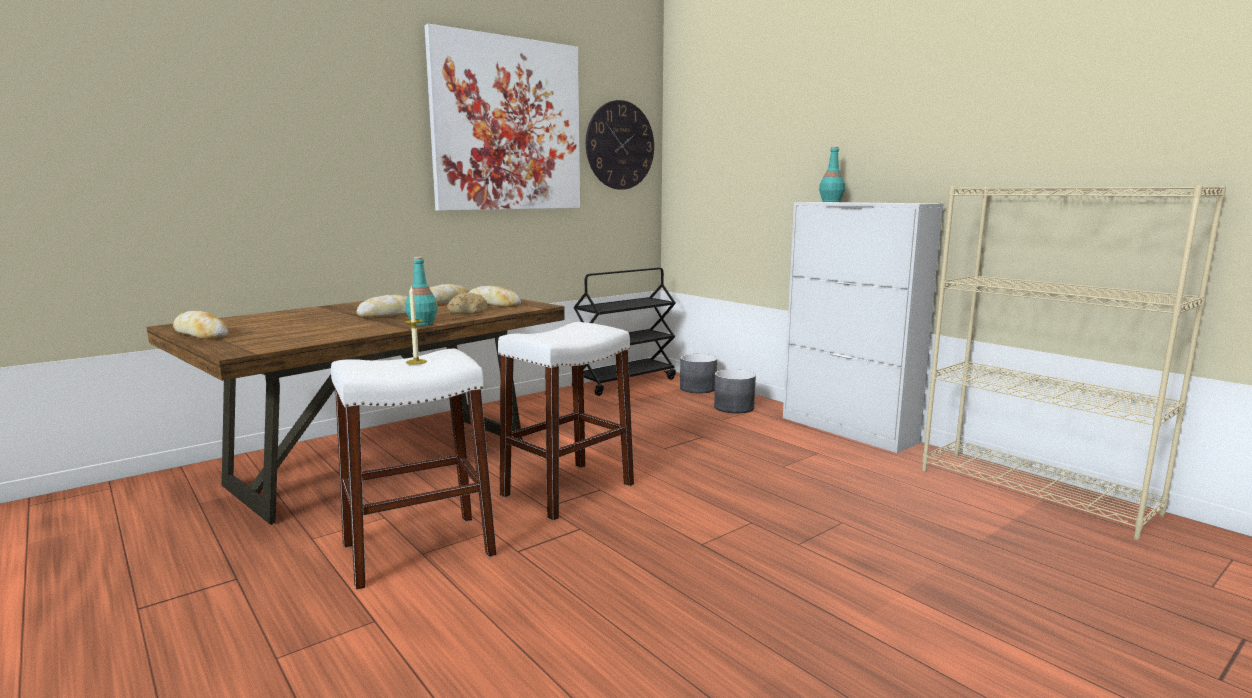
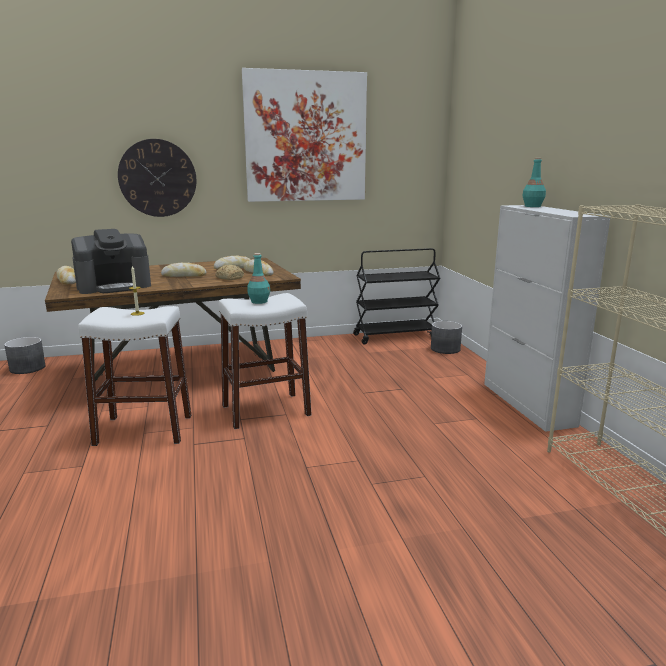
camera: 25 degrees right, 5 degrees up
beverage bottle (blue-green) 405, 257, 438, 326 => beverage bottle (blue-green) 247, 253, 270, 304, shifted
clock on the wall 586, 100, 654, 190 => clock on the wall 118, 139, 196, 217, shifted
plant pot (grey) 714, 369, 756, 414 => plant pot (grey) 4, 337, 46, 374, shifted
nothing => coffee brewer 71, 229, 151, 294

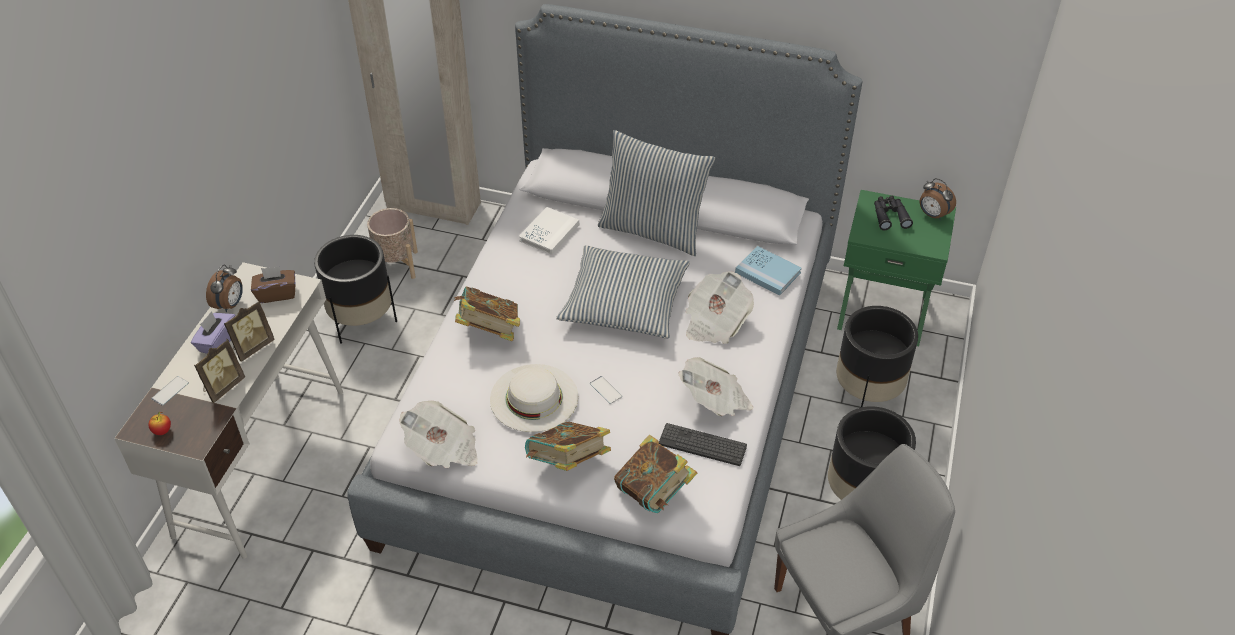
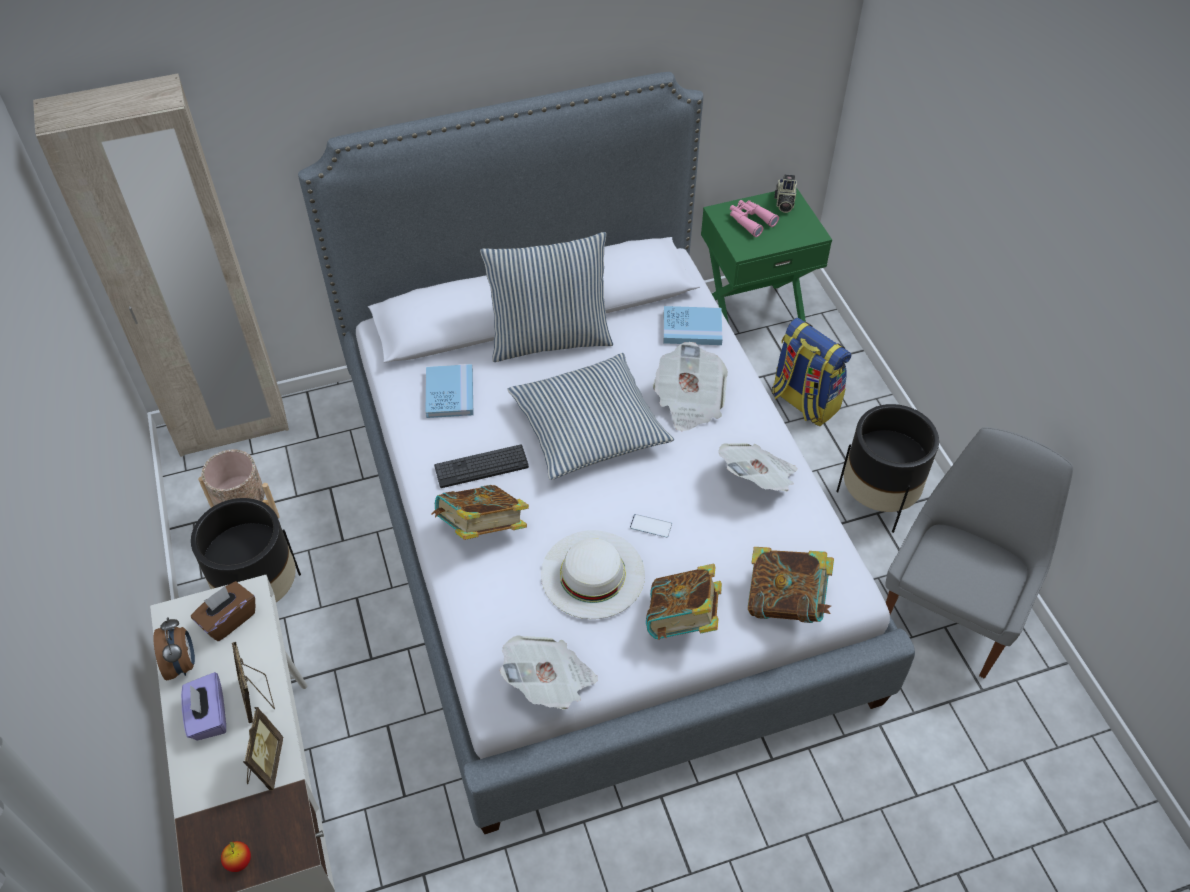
camera: 35 degrees left, 5 degrees up
telephone 151, 376, 189, 406 => nothing
photo frame 224, 301, 275, 362 => photo frame 232, 642, 275, 723, 150 degrees clockwise
volume (white) 519, 207, 579, 255 => volume (blue) 425, 364, 473, 418
PC keyboard 659, 423, 747, 466 => PC keyboard 434, 445, 529, 488, shifted
plant pot (blackish) 836, 306, 918, 407 => rucksack 772, 318, 851, 426
binoculars (blackish) 874, 196, 913, 230 => binoculars (pink-coloured) 730, 200, 779, 237
bedside clock 920, 178, 956, 220 => still camera 774, 174, 797, 213

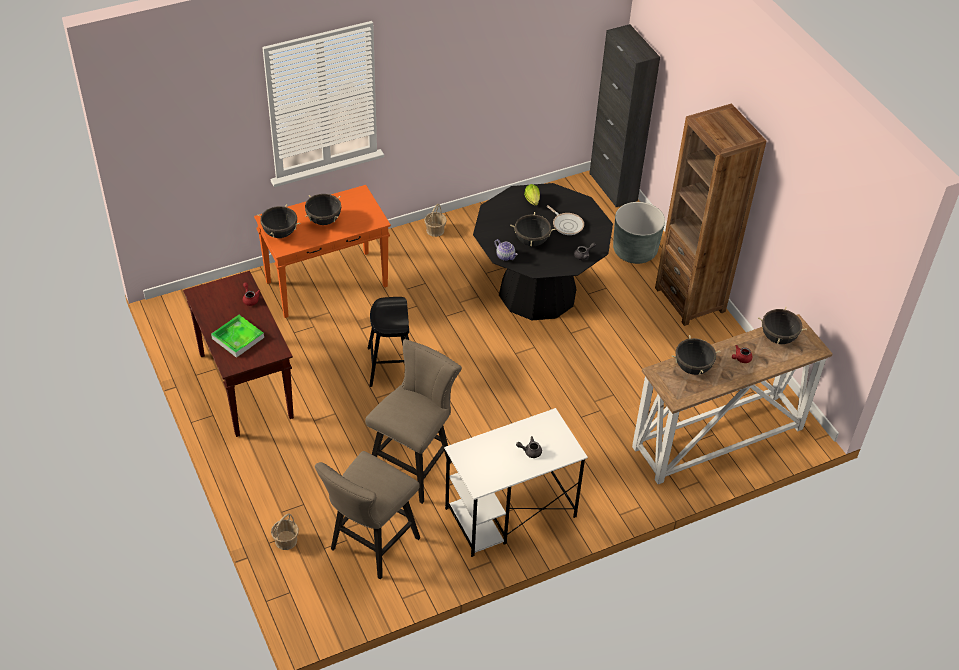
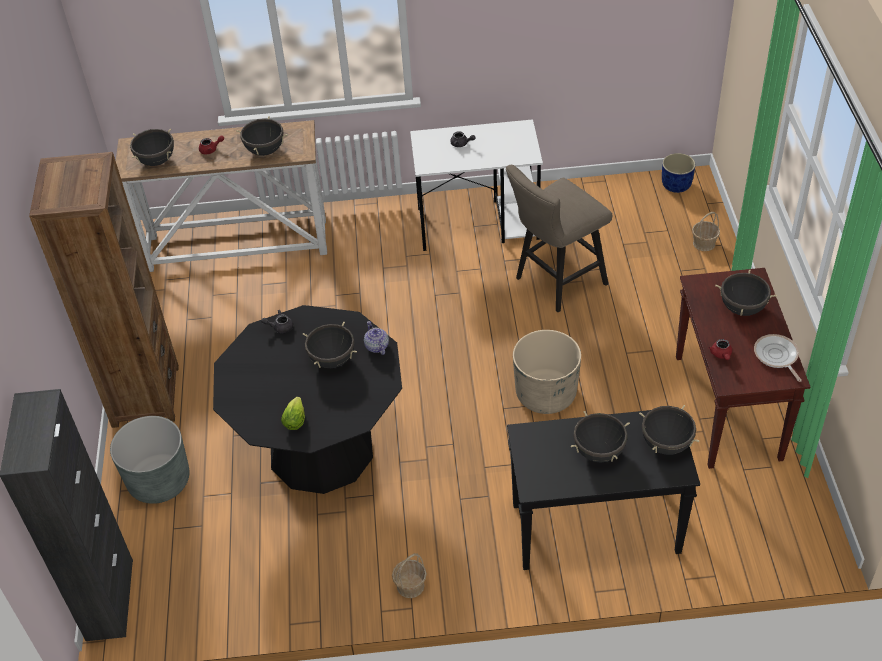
camera: 155 degrees left, 0 degrees up
carrying tray 211, 315, 264, 358 => cooking pot (blackish) 715, 269, 777, 316
hall table (orange) 254, 185, 391, 318 => hall table (blackish) 507, 407, 700, 570
stool seat (beige) 315, 451, 420, 579 => nothing
stool seat (blackish) 368, 297, 409, 387 => plant pot (beige) 513, 330, 581, 414
skillet 546, 205, 584, 235 => skillet 754, 334, 802, 382, shifted
nothing => plant pot (blue) 662, 153, 696, 193

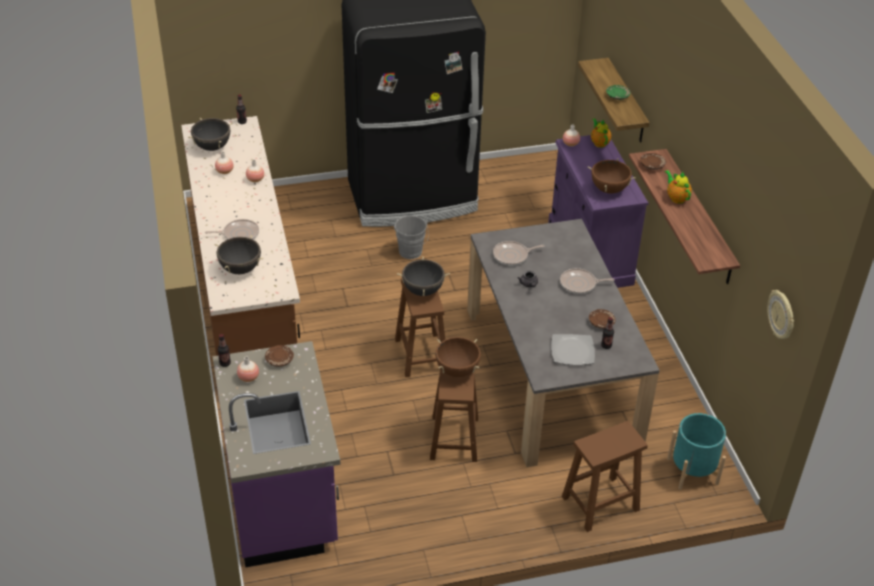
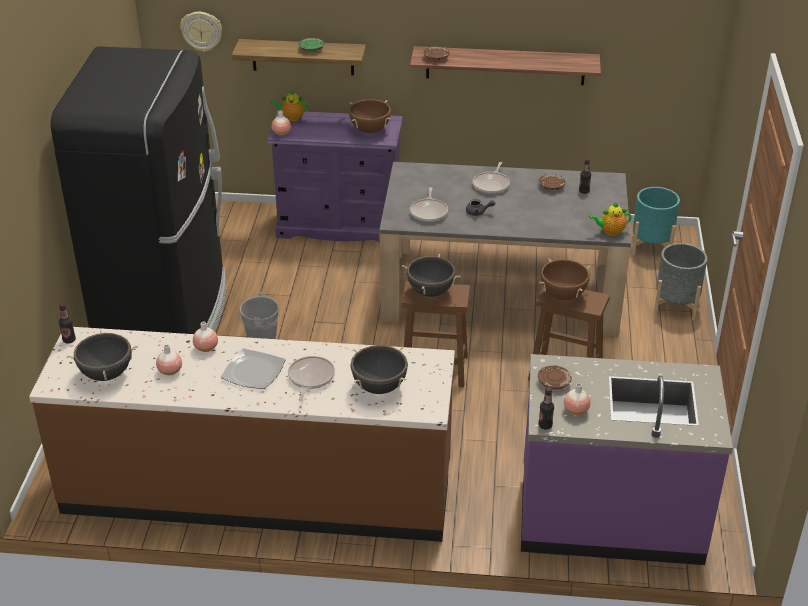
camera: 70 degrees left, 5 degrees down
flat dish 551, 334, 595, 365 => flat dish 221, 348, 285, 389, shifted
stool seat (brown-coloured) 562, 421, 648, 532 => plant pot (grey) 654, 243, 707, 321
tea pot 665, 170, 692, 204 => tea pot 589, 202, 631, 236, shifted
clock on the wall 767, 290, 794, 339 => clock on the wall 180, 12, 222, 52, shifted

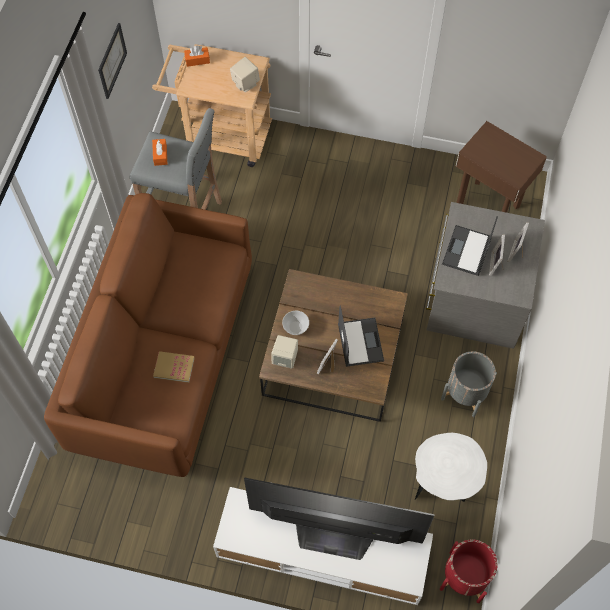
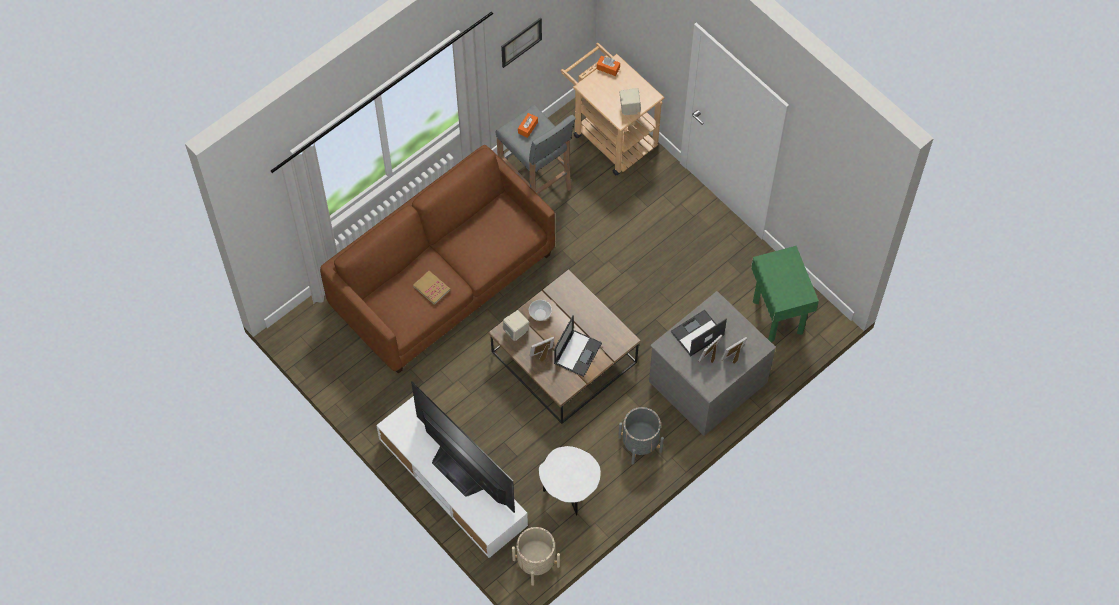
camera: 35 degrees right, 0 degrees up
plant pot (red) 440, 539, 498, 603 => plant pot (beige) 512, 527, 560, 586
accent table (brown-coloured) 456, 121, 547, 213 => accent table (green) 751, 246, 819, 343

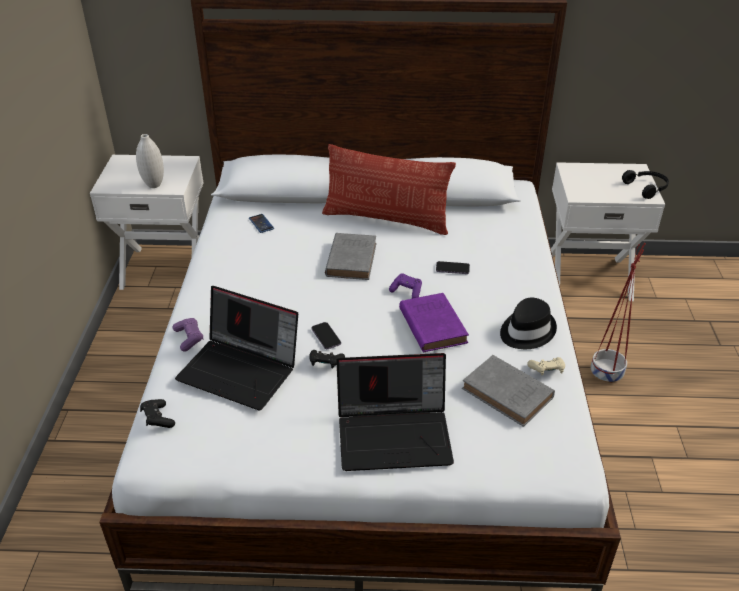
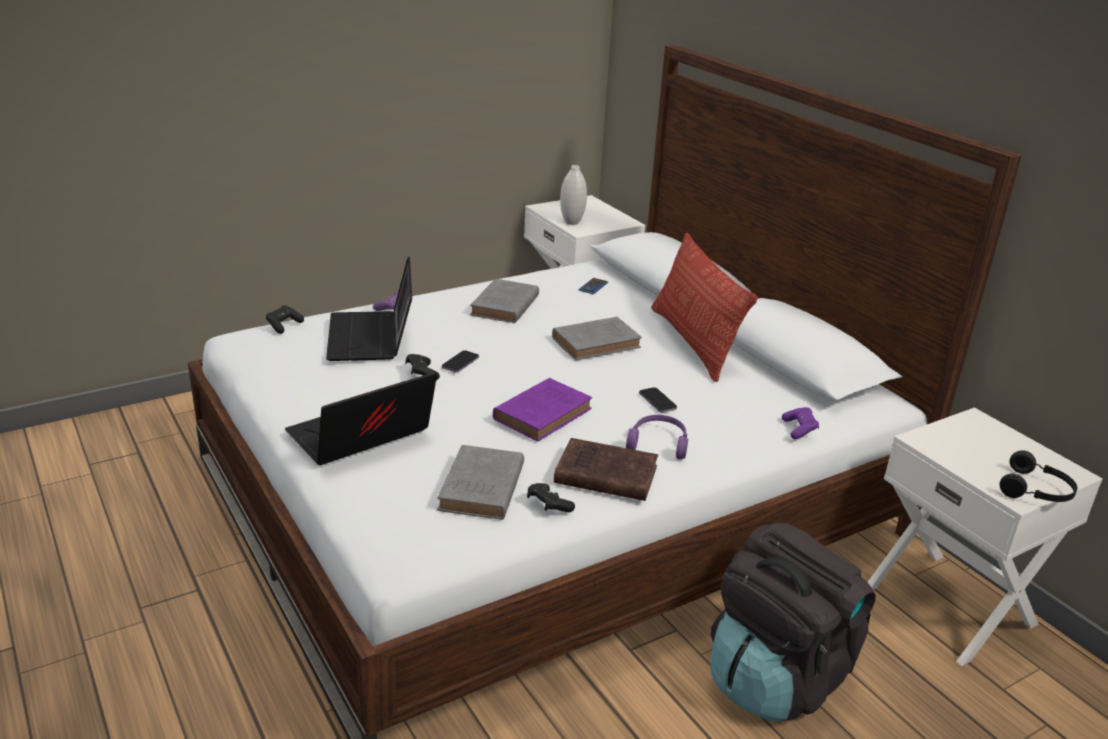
camera: 55 degrees right, 10 degrees down
notebook computer 336, 353, 454, 471 => notebook computer 285, 372, 437, 465, 90 degrees clockwise
gamepad (purple-coloured) 389, 273, 422, 299 => gamepad (purple-coloured) 782, 407, 819, 439, shifted
clothing hat (blackish) 500, 297, 557, 349 => volume (brown-coloured) 554, 438, 658, 501
gamepad (beige) 528, 357, 565, 375 => gamepad (blackish) 527, 483, 575, 512
plant pot (red) 591, 243, 646, 383 => rucksack (blackish) 710, 523, 876, 722
nothing => volume (grey) 470, 279, 539, 323
nothing => headset (purple-coloured) 626, 415, 688, 460

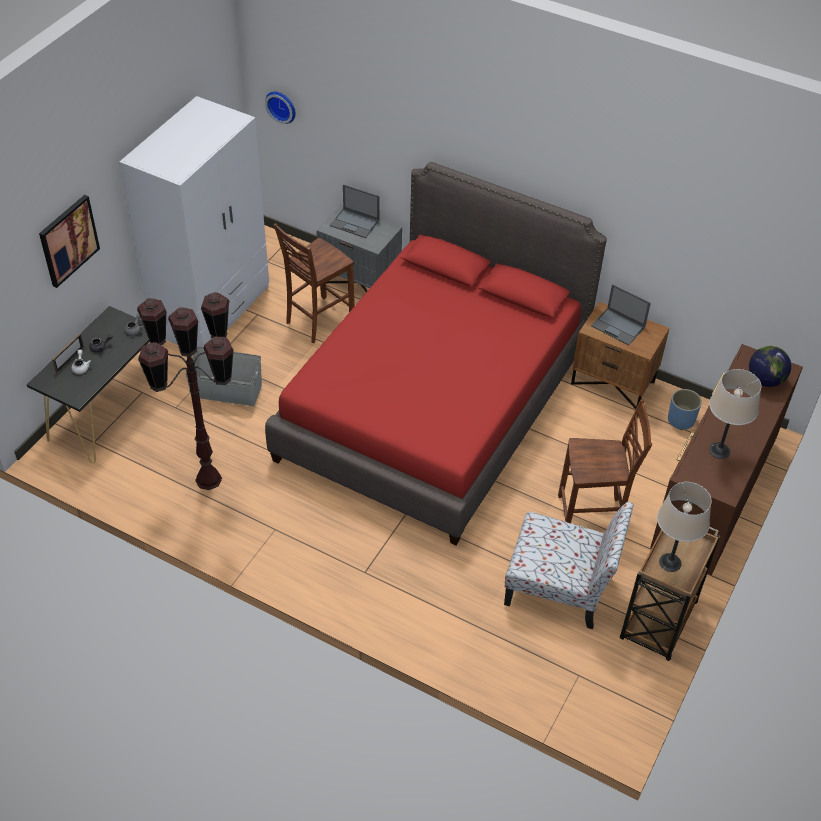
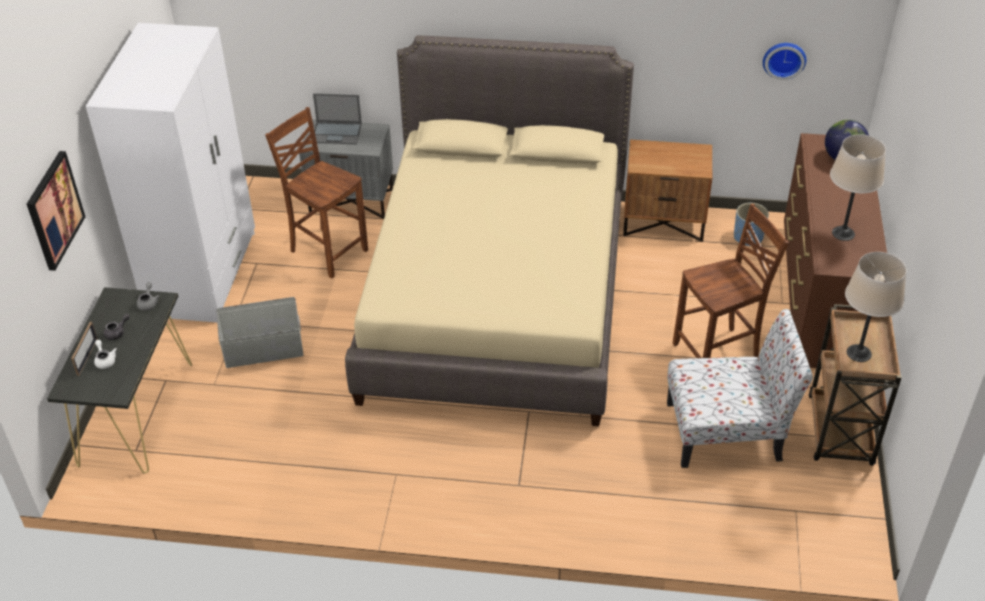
camera: 20 degrees left, 5 degrees down
standard lamp (brown-coloured) 137, 292, 234, 490 => nothing
clock on the wall 265, 92, 296, 124 => clock on the wall 763, 43, 806, 80, shifted
sleeping bed (red) 265, 162, 607, 545 => sleeping bed (beige) 345, 35, 634, 426
chair (brown-coloured) 274, 223, 355, 343 => chair (brown-coloured) 265, 107, 368, 279, 105 degrees clockwise
notebook computer 591, 284, 651, 345 => nothing

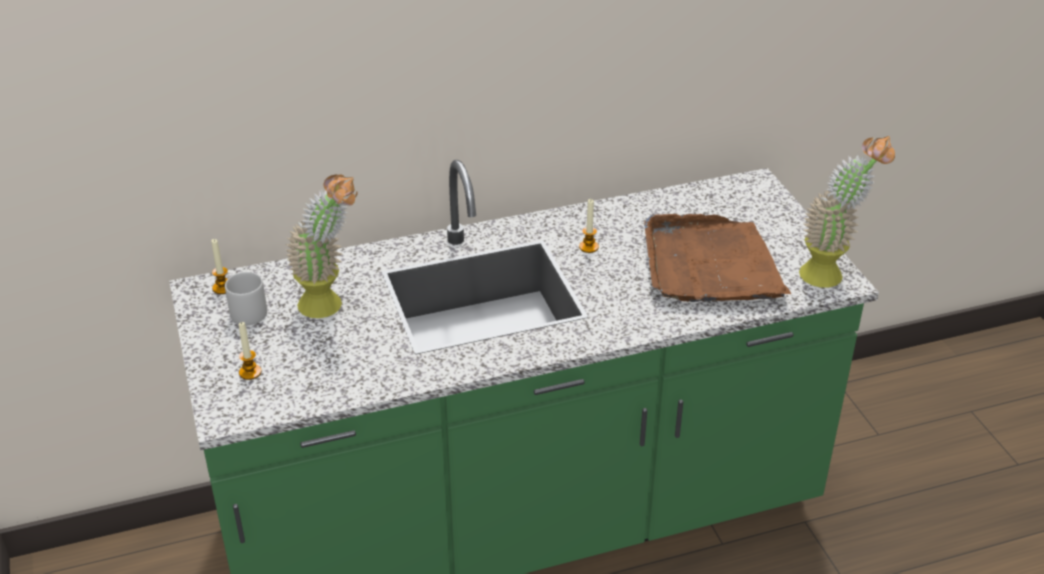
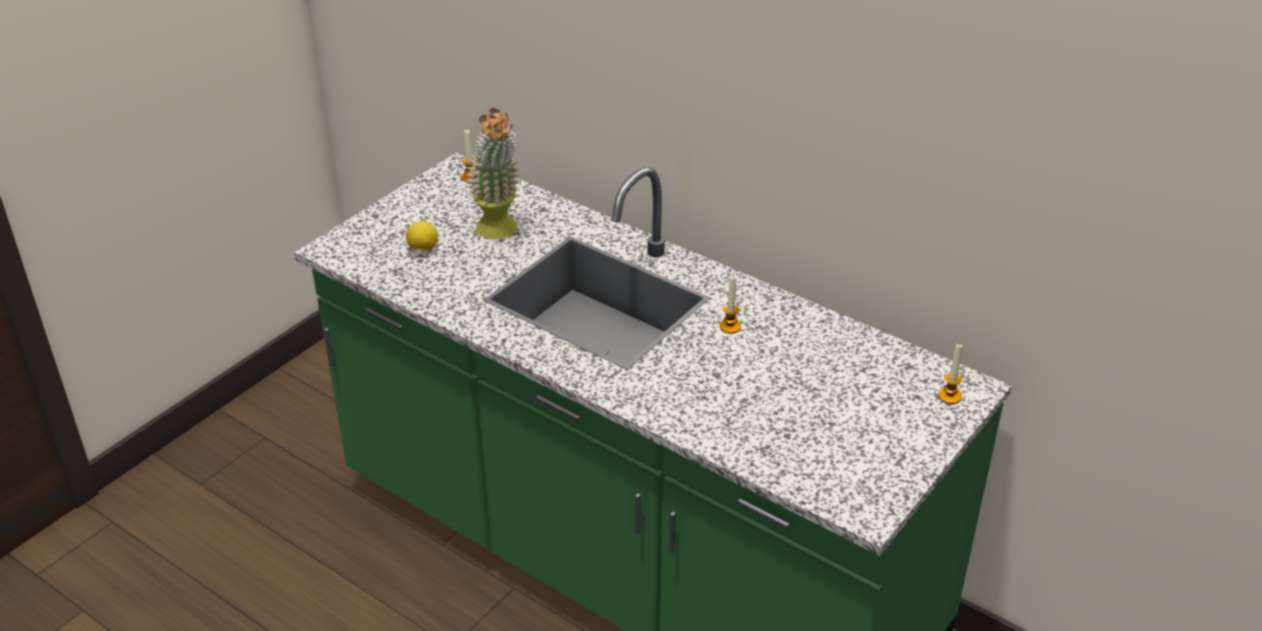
camera: 55 degrees right, 0 degrees up
tea mug (grey) 225, 272, 267, 325 => nothing
wax light 239, 322, 262, 380 => wax light 938, 344, 963, 404, shifted
carrying tray (brown-coloured) 644, 214, 791, 302 => nothing
houseplant 799, 136, 895, 288 => nothing
nothing => citrus fruit 406, 221, 438, 251

